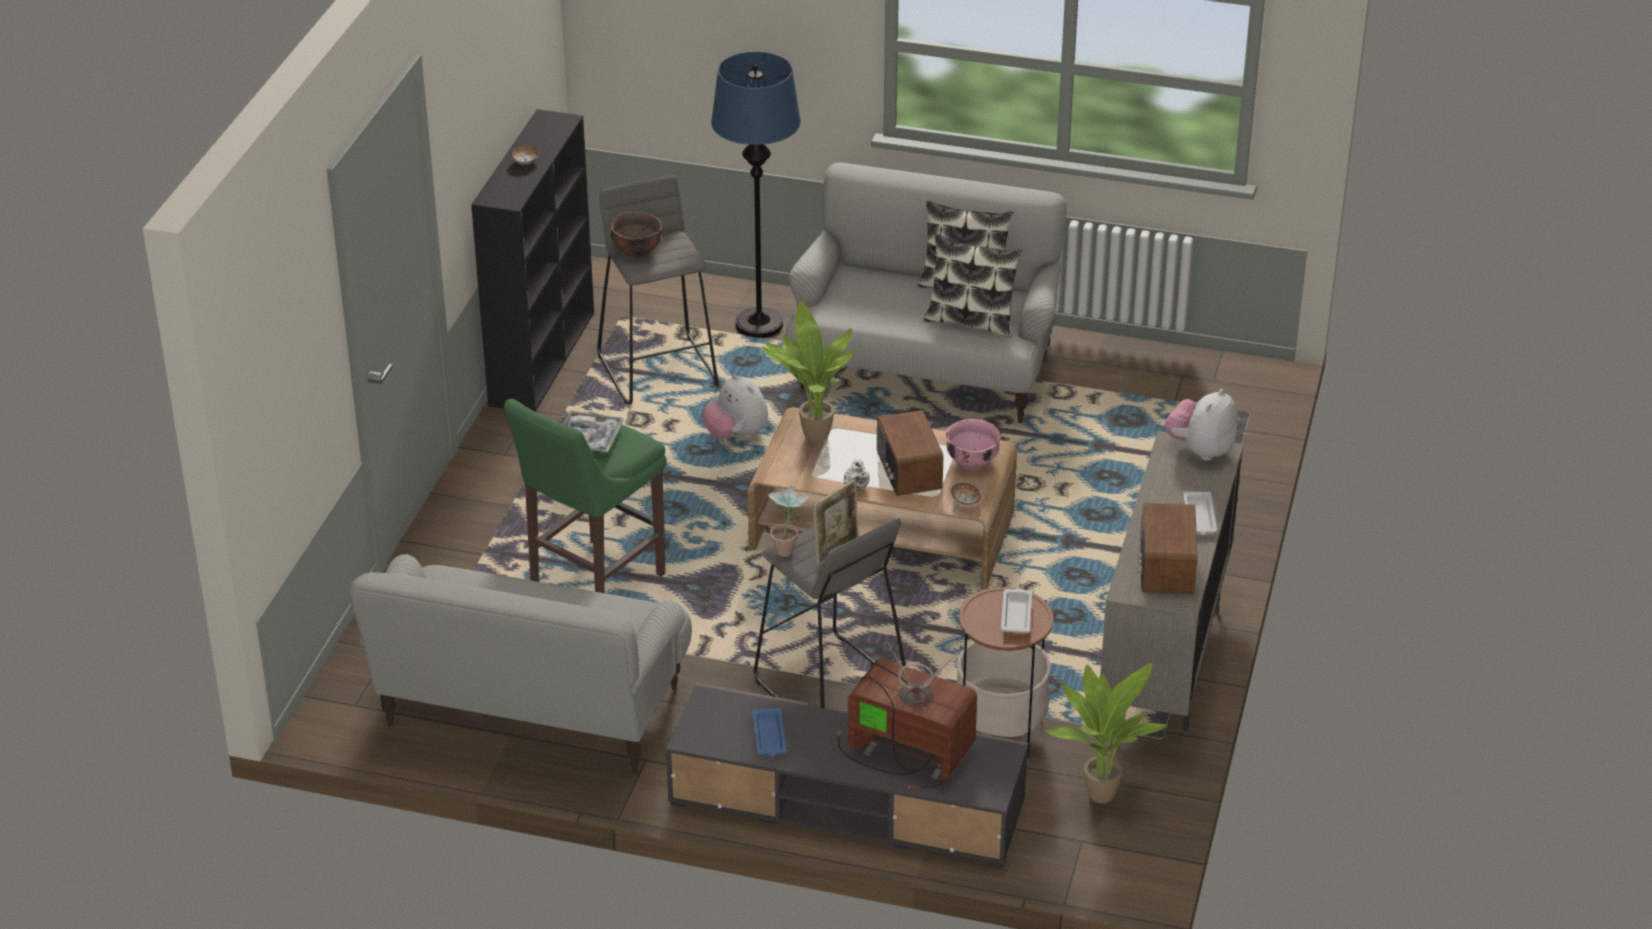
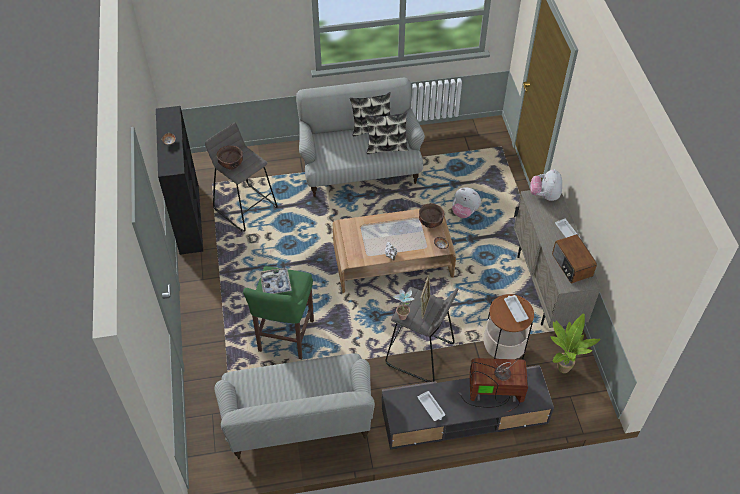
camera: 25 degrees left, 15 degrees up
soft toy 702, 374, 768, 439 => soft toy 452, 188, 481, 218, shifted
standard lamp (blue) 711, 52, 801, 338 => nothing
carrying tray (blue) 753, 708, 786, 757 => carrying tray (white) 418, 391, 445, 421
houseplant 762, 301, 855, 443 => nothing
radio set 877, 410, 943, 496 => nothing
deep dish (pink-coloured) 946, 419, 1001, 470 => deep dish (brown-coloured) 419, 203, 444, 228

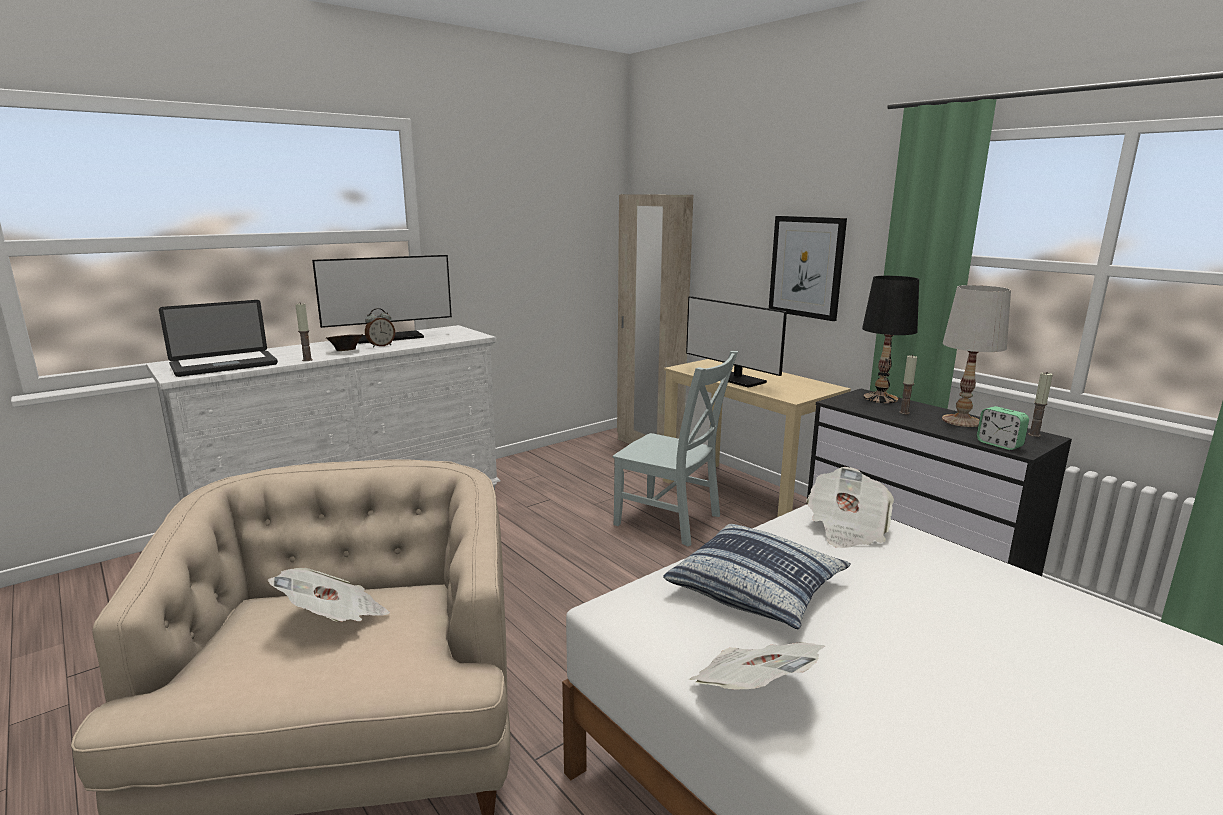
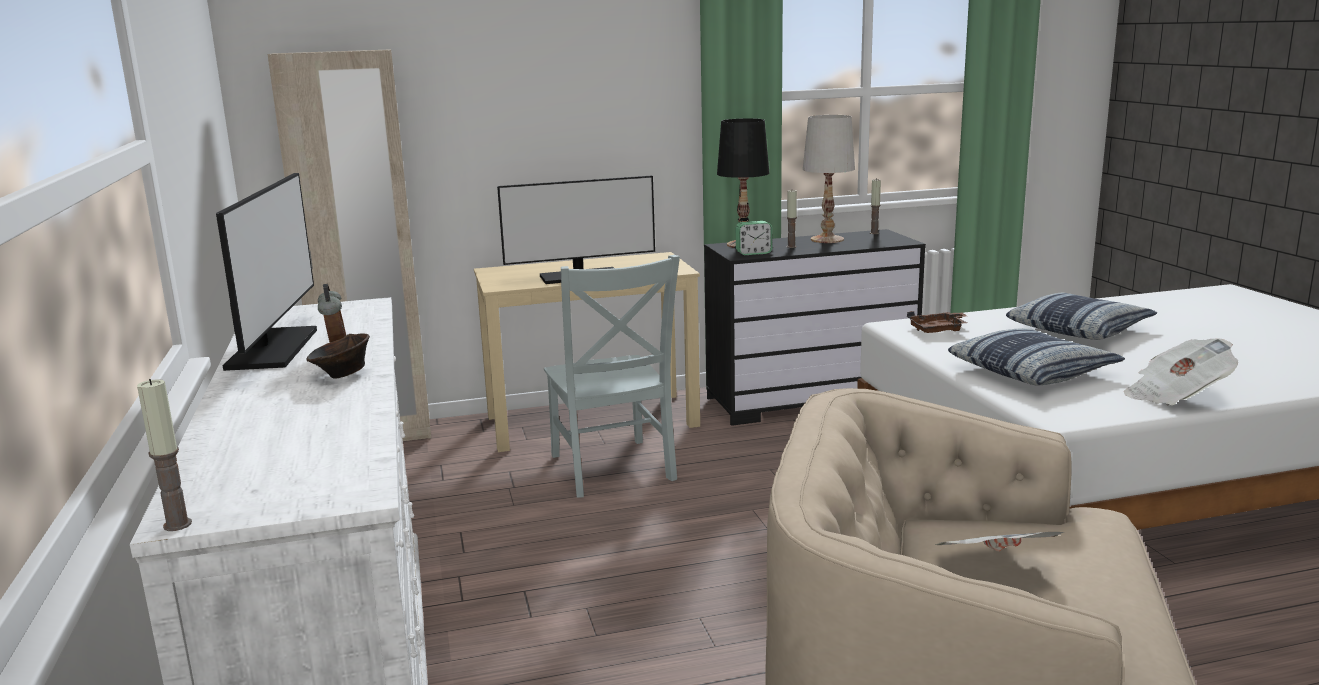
camera: 65 degrees left, 0 degrees up
notebook computer 159, 300, 278, 377 => nothing
wax light 295, 303, 313, 361 => wax light 137, 379, 192, 531, shifted
chair (grey) 613, 351, 738, 547 => chair (grey) 544, 255, 680, 498, 105 degrees clockwise
wall picture 769, 216, 847, 321 => nothing
newspaper 806, 467, 894, 548 => carrying tray (brown-coloured) 907, 311, 967, 333
bedside clock 977, 406, 1029, 450 => bedside clock 736, 221, 772, 255, shifted
nothing => pillow 1006, 293, 1157, 340

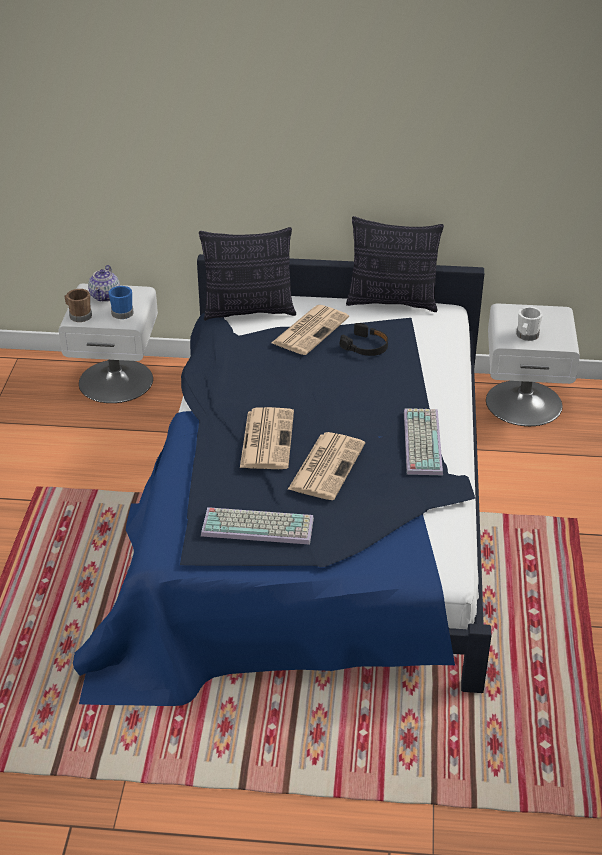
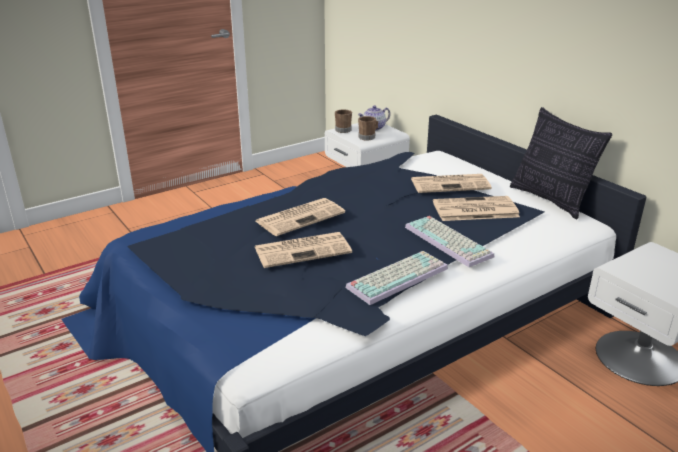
camera: 50 degrees right, 10 degrees down
tea mug (blue) 109, 286, 134, 319 => tea mug (brown-coloured) 358, 116, 378, 141
pillow 199, 227, 296, 321 => nothing
PC keyboard 201, 507, 314, 545 => PC keyboard 405, 216, 494, 267, shifted
headset (blackish) 340, 323, 388, 356 => newspaper 433, 196, 520, 221
tea mug (white) 516, 307, 543, 341 => nothing

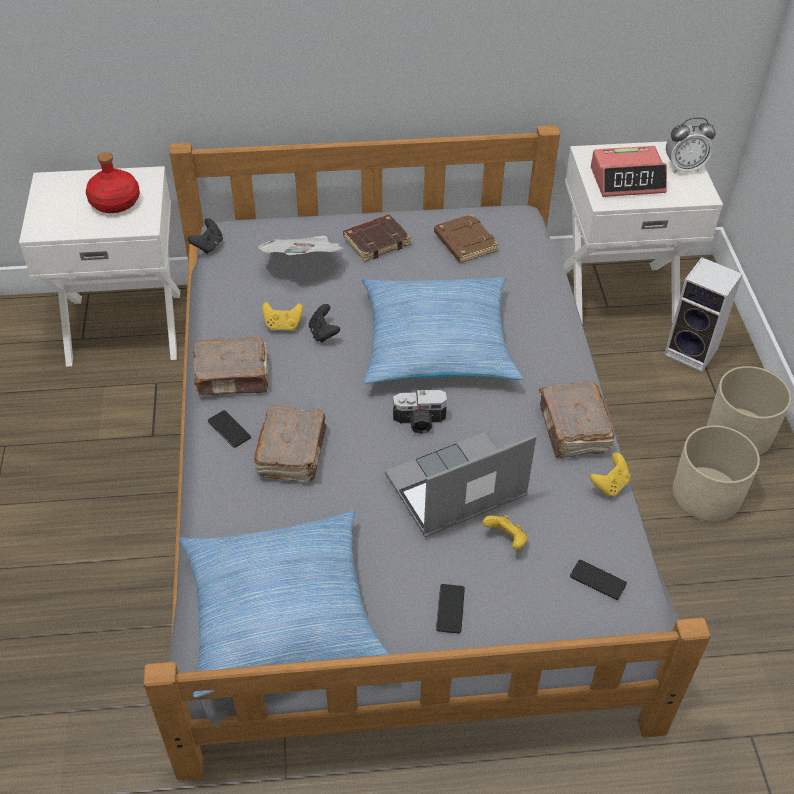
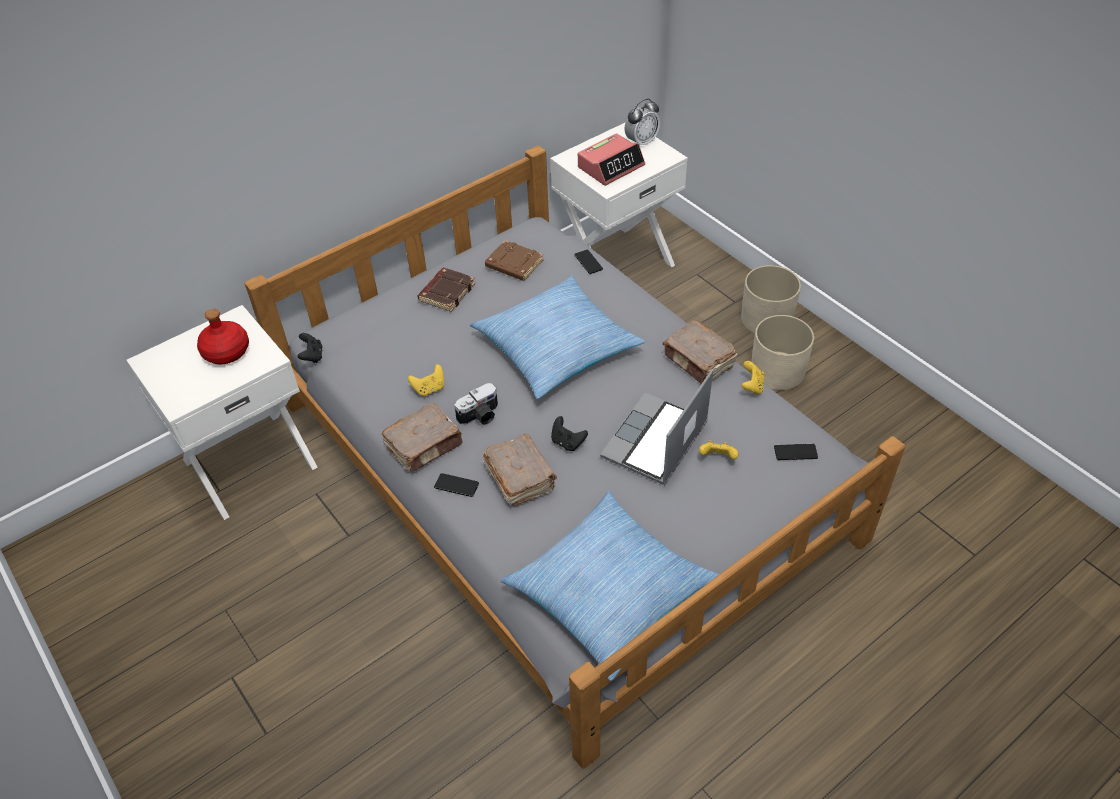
camera: 30 degrees left, 0 degrees up
newspaper 258, 236, 344, 255 => nothing
gamepad (blackish) 309, 304, 340, 343 => gamepad (blackish) 551, 416, 588, 451, shifted
still camera 393, 390, 447, 434 => still camera 454, 383, 498, 425, shifted
telephone 436, 584, 465, 633 => telephone 574, 250, 603, 274, shifted
loudspeaker 664, 257, 743, 372 => nothing

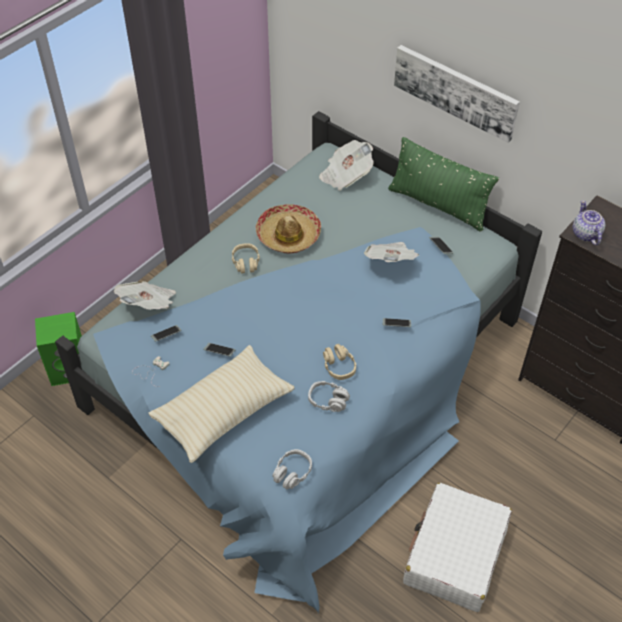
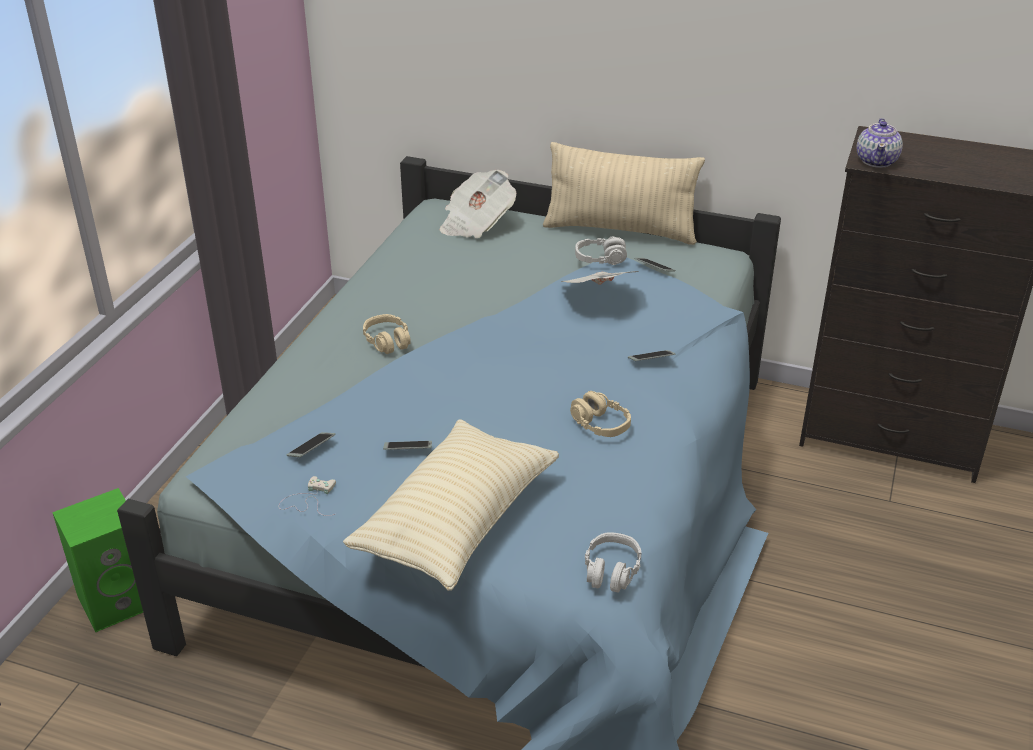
camera: 20 degrees left, 15 degrees down
newspaper 114, 281, 176, 310 => nothing
clothing hat 256, 204, 321, 254 => nothing
headset (grey) 308, 381, 350, 412 => headset (grey) 575, 236, 627, 265, shifted
pillow (green) 388, 137, 499, 232 => pillow (beige) 543, 142, 705, 245
wall picture 394, 45, 520, 143 => nothing
piece of luggage (white) 403, 483, 512, 612 => nothing
tea pot 572, 200, 606, 245 => tea pot 857, 118, 903, 168, 135 degrees counterclockwise

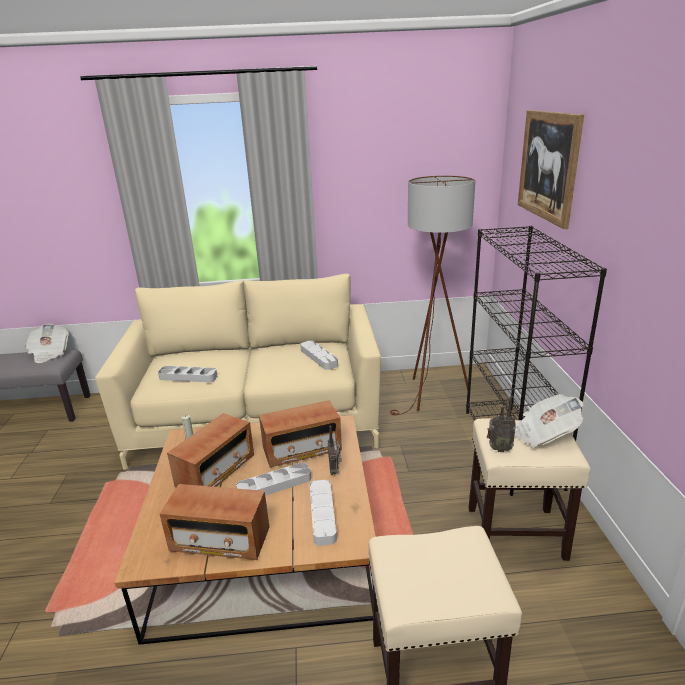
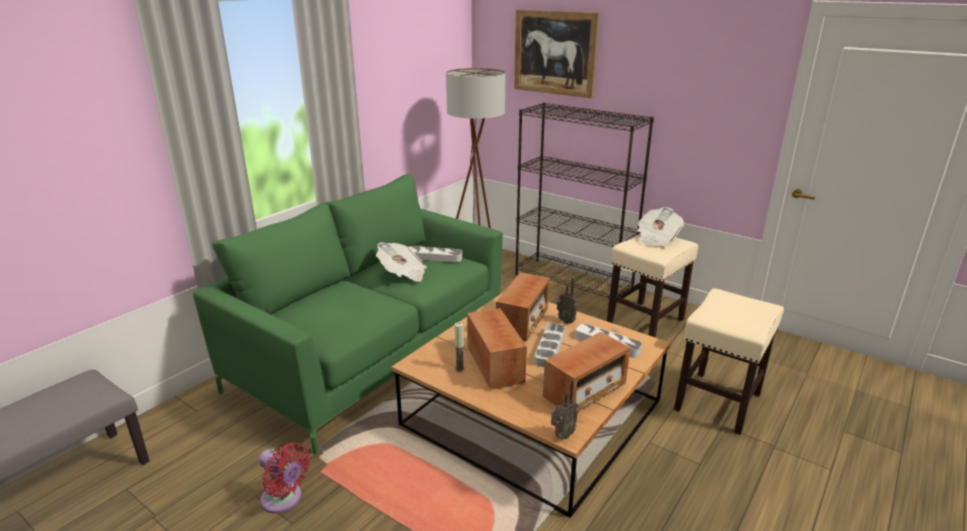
camera: 50 degrees left, 0 degrees up
newspaper 25, 323, 69, 363 => newspaper 376, 242, 427, 282, shifted
couch (beige) 95, 273, 381, 470 => couch (green) 193, 174, 503, 454
carrying tray (grey) 158, 366, 217, 382 => nothing
radio set 487, 396, 516, 452 => radio set 551, 379, 578, 440, shifted
nothing => cooling fan (red) 259, 442, 310, 513

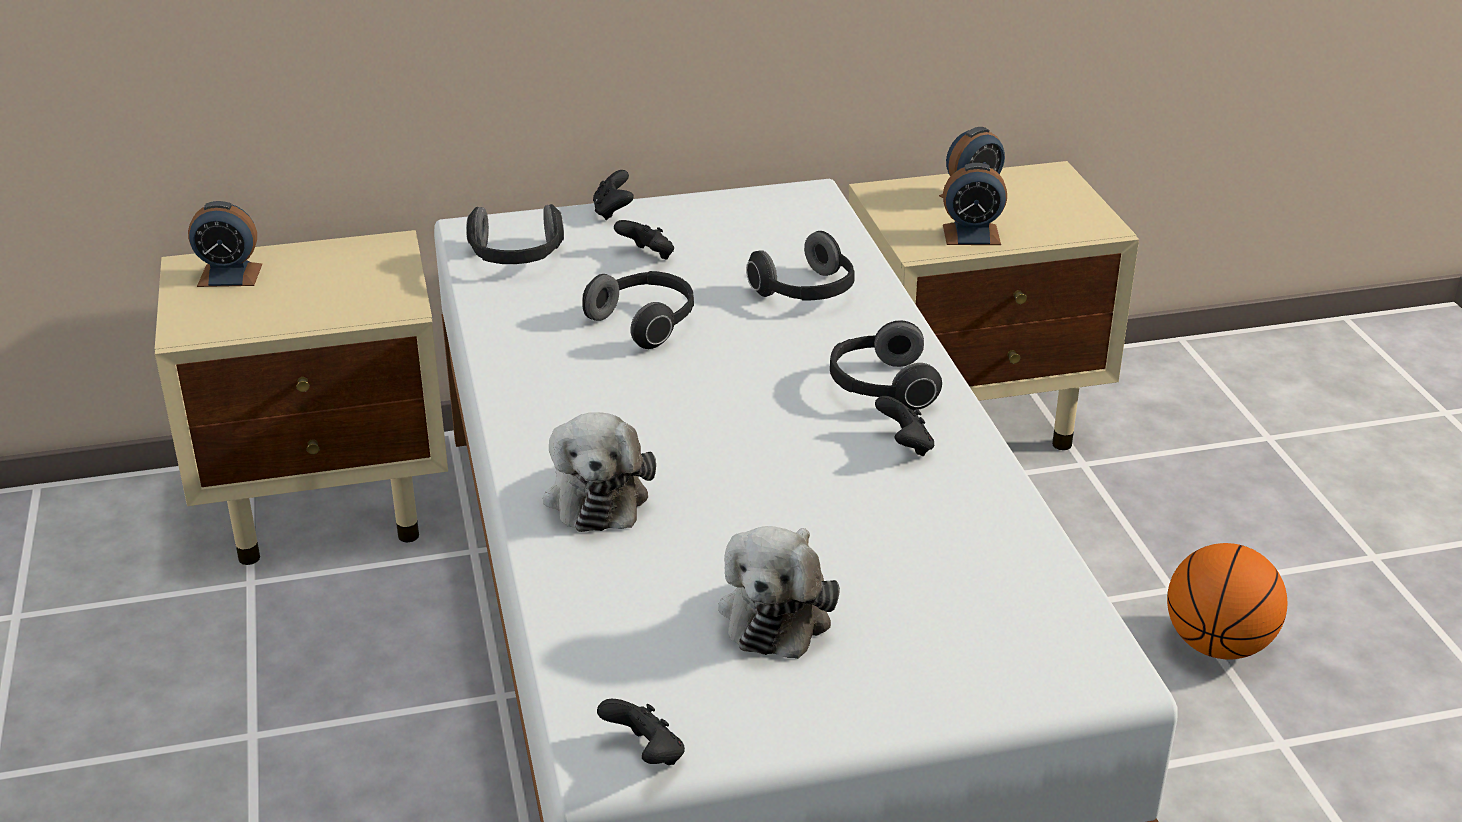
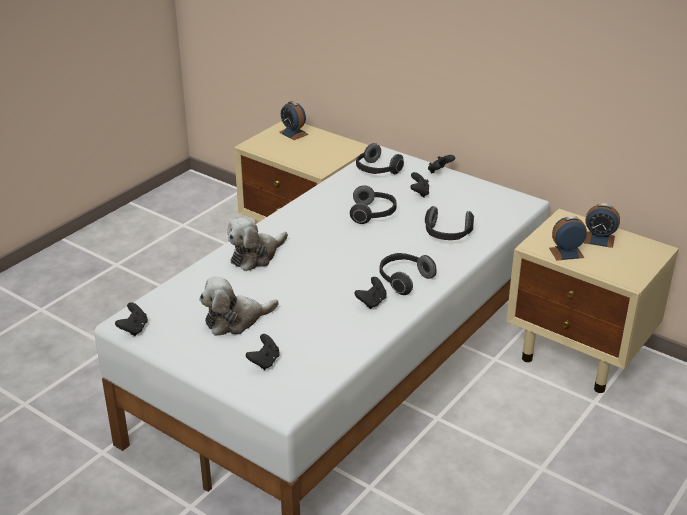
camera: 50 degrees right, 0 degrees up
bedside clock 943, 163, 1007, 245 => bedside clock 549, 216, 587, 261, 120 degrees clockwise
basketball 1167, 543, 1287, 659 => nothing
nothing => gamepad (blackish) 246, 334, 280, 370

